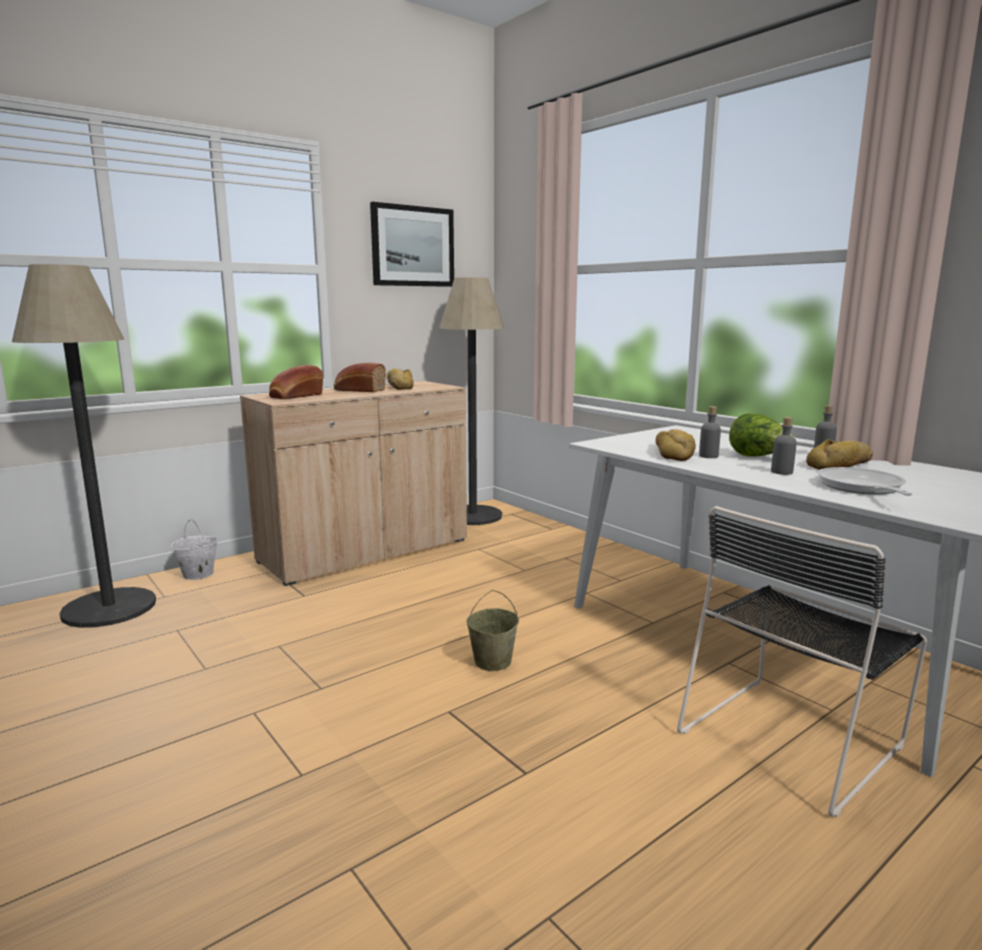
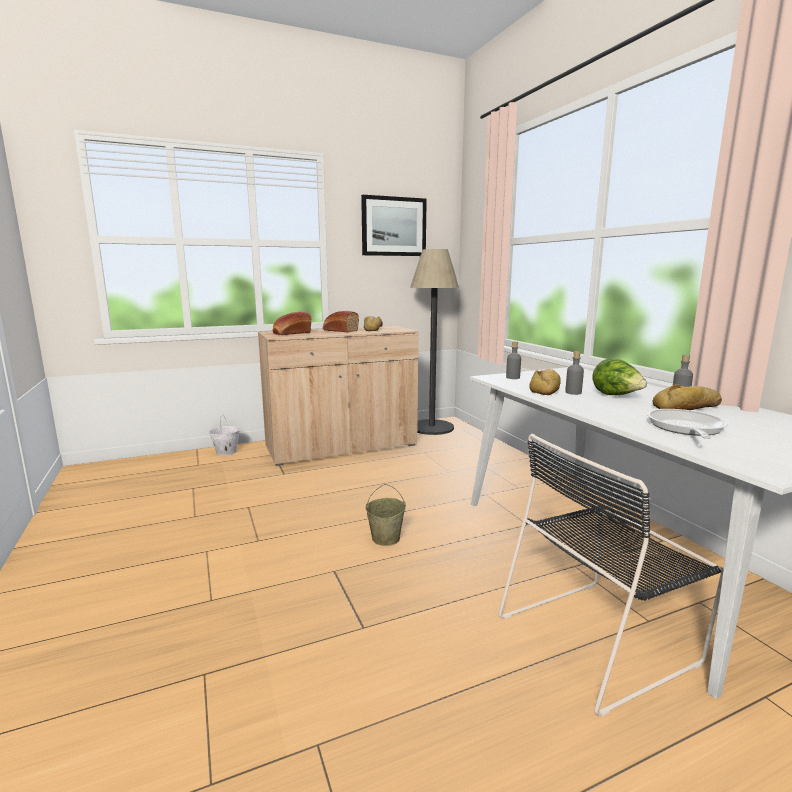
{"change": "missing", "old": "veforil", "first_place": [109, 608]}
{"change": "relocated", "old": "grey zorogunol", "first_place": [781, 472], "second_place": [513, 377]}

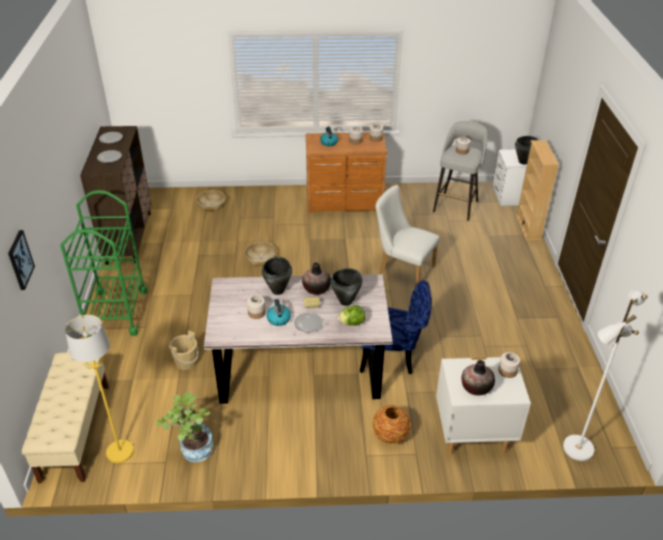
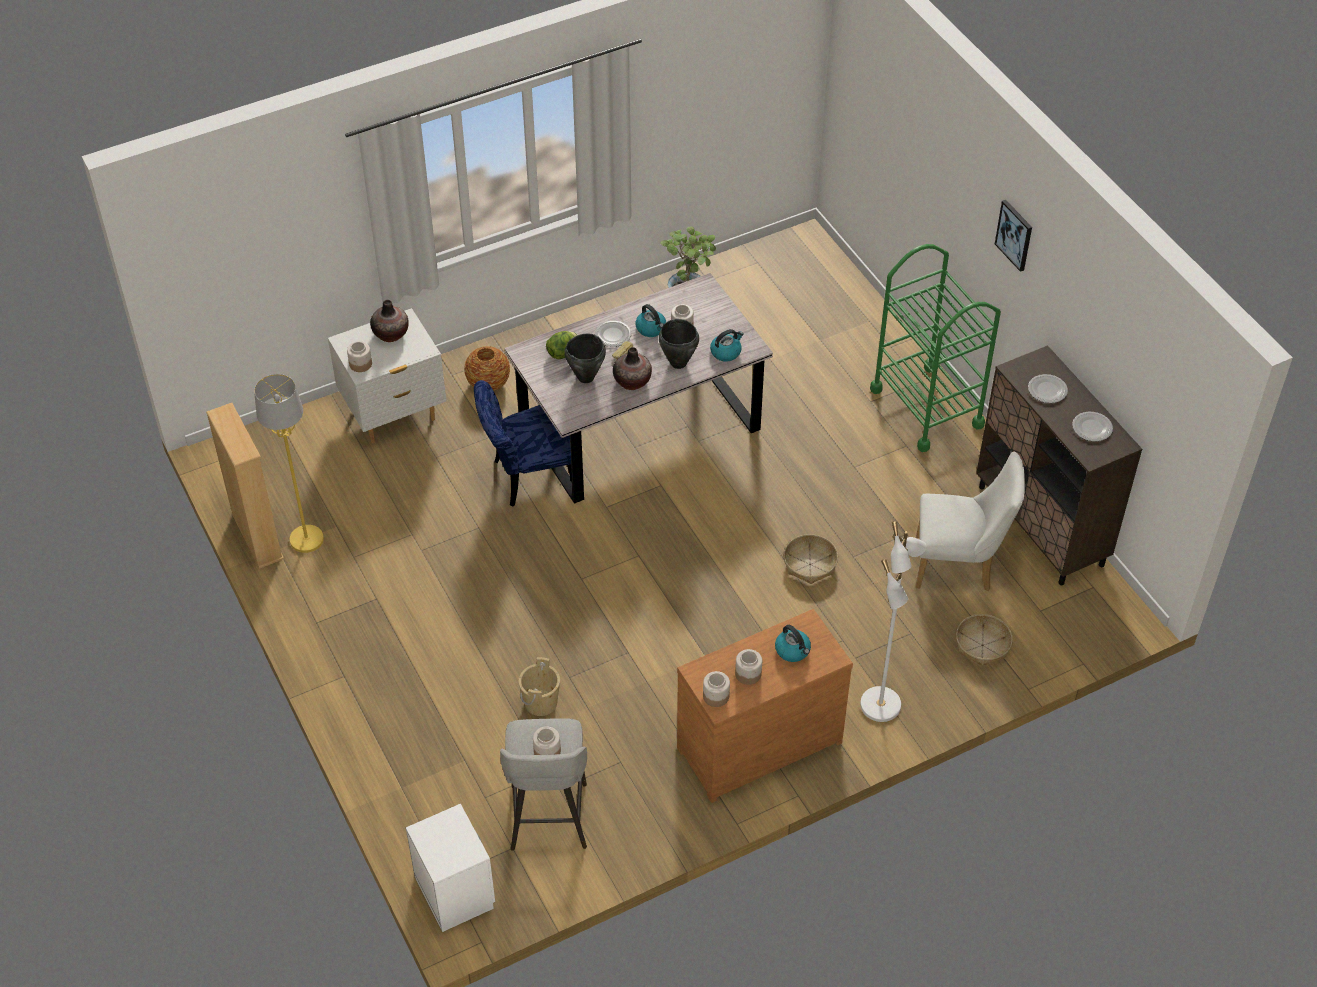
{"change": "missing", "old": "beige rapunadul", "first_place": [75, 431]}
{"change": "missing", "old": "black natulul", "first_place": [523, 162]}
{"change": "appeared", "new": "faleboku", "second_place": [726, 352]}
{"change": "relocated", "old": "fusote", "first_place": [20, 260], "second_place": [1015, 235]}
{"change": "relocated", "old": "yellow veforil", "first_place": [120, 452], "second_place": [306, 540]}
{"change": "relocated", "old": "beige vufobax", "first_place": [186, 362], "second_place": [541, 702]}
{"change": "relocated", "old": "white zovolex", "first_place": [402, 269], "second_place": [960, 565]}
{"change": "relocated", "old": "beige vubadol", "first_place": [528, 227], "second_place": [257, 537]}
{"change": "relocated", "old": "white veforil", "first_place": [577, 447], "second_place": [881, 705]}

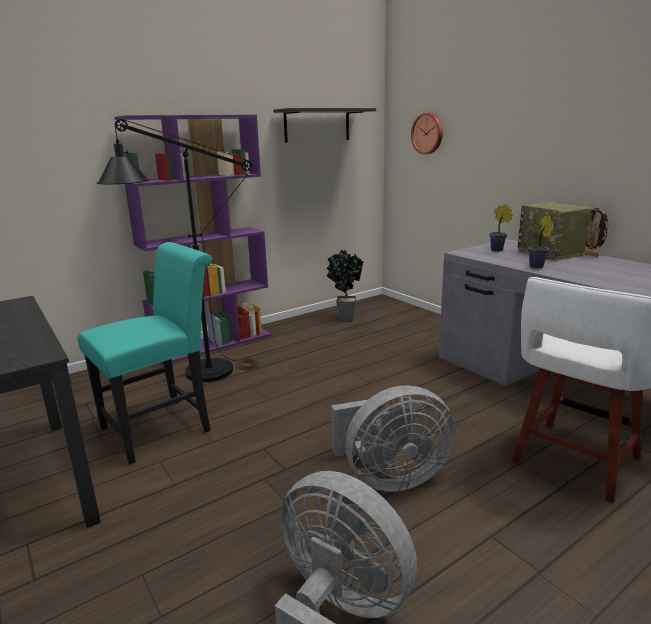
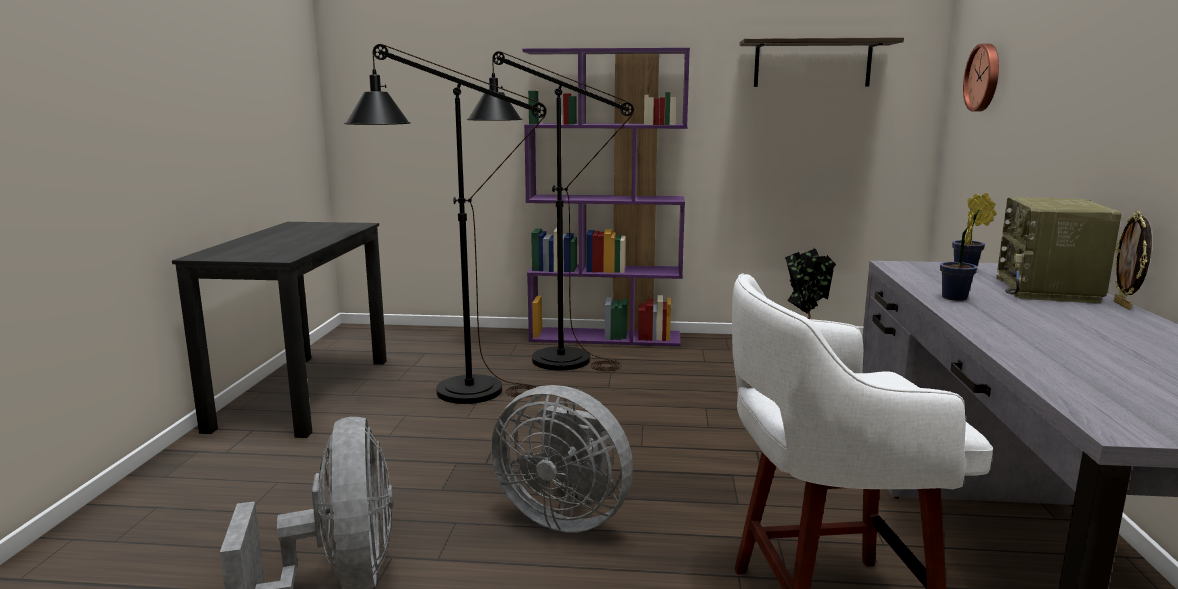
{"change": "exchanged", "old": "turquoise zovolex", "new": "black veforil", "first_place": [163, 426], "second_place": [450, 391]}

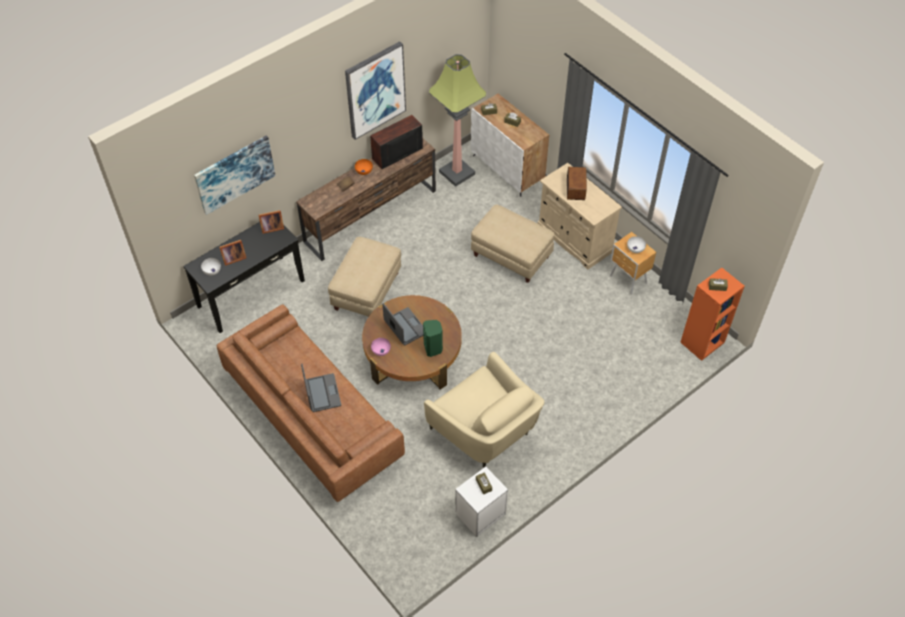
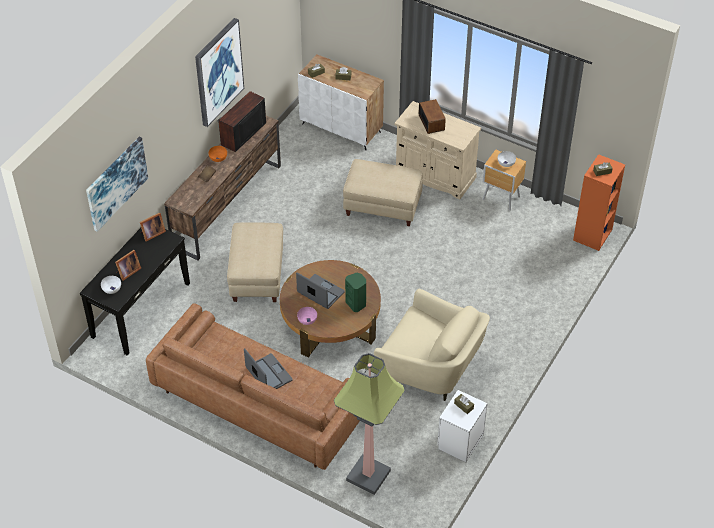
{"change": "relocated", "old": "veforil", "first_place": [456, 173], "second_place": [367, 475]}

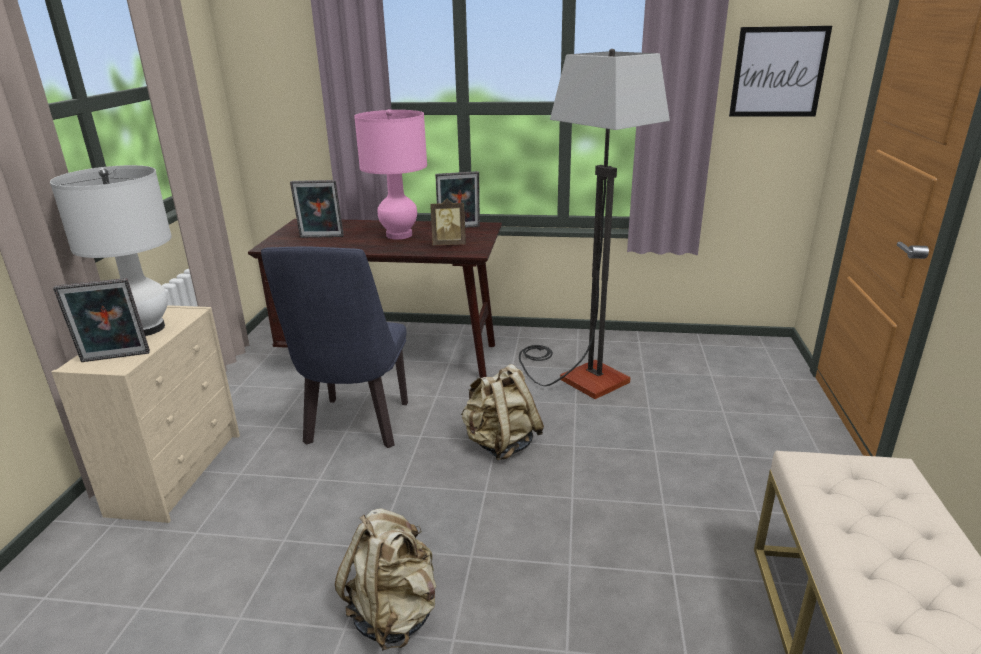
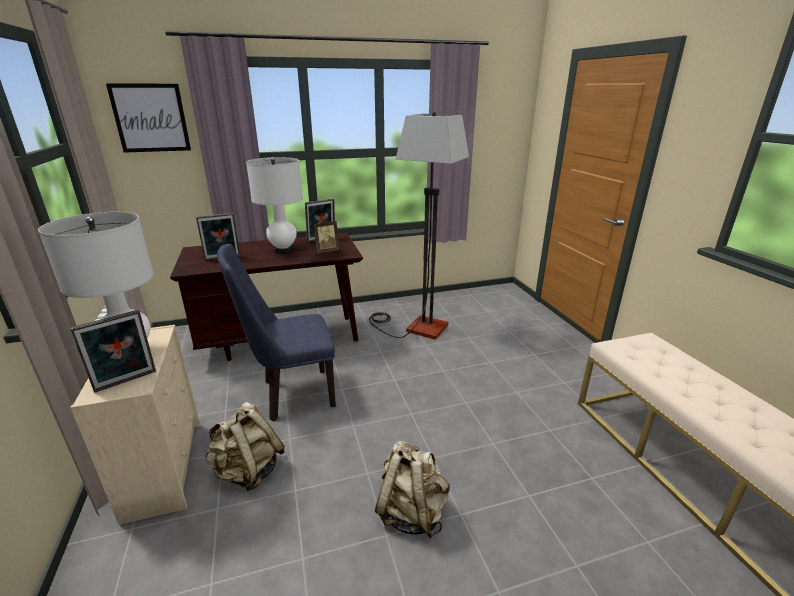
{"change": "relocated", "old": "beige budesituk", "first_place": [501, 444], "second_place": [248, 471]}
{"change": "relocated", "old": "fusote", "first_place": [778, 72], "second_place": [150, 118]}
{"change": "colour", "old": "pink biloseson", "new": "white biloseson", "first_place": [399, 235], "second_place": [283, 249]}
{"change": "spun", "old": "blue zovolex", "first_place": [356, 428], "second_place": [291, 395], "degrees": 90}

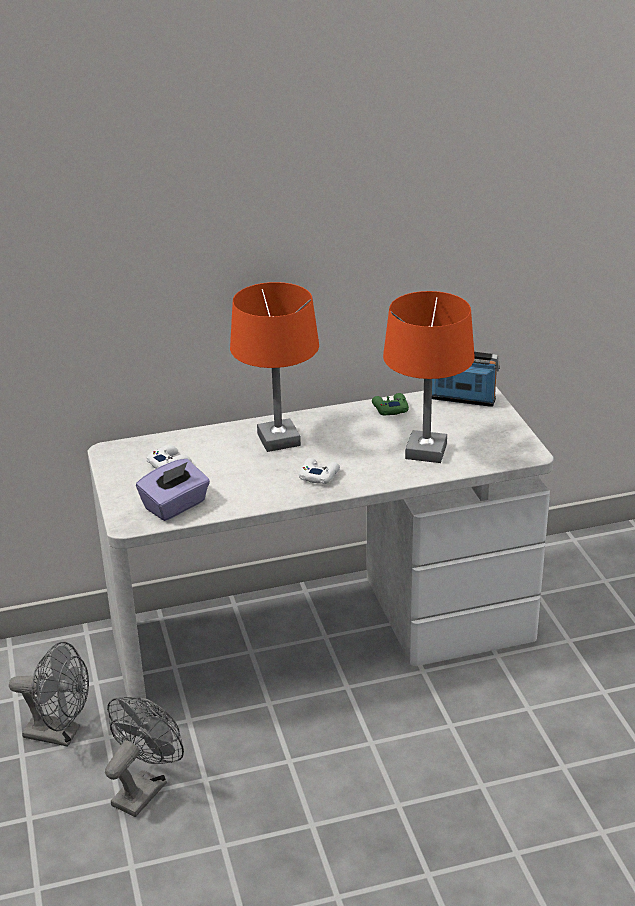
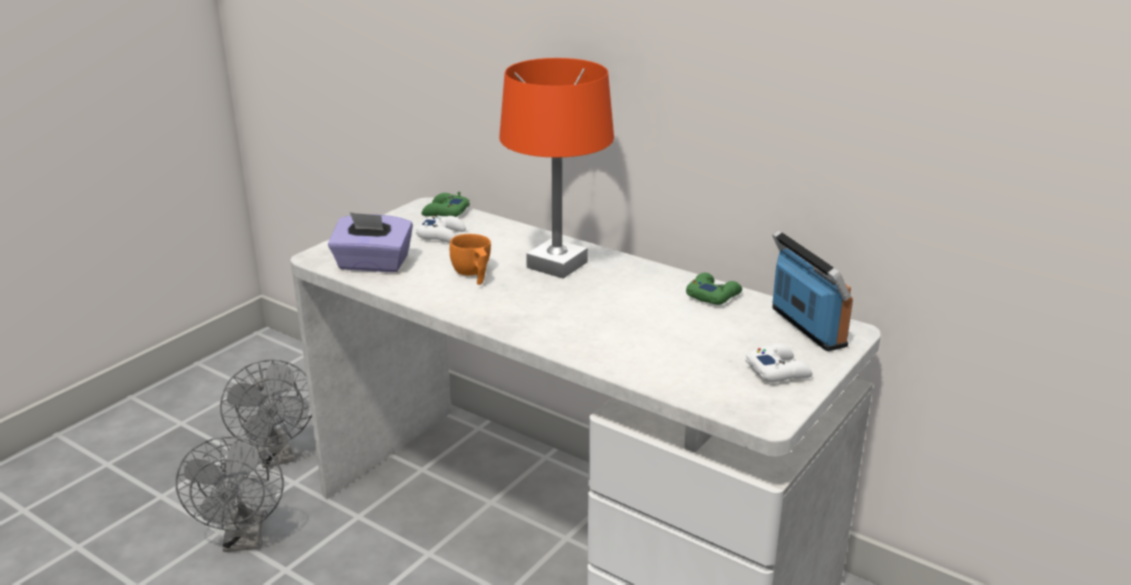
{"change": "missing", "old": "orange biloseson", "first_place": [426, 452]}
{"change": "appeared", "new": "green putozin", "second_place": [445, 212]}
{"change": "appeared", "new": "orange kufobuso", "second_place": [473, 275]}
{"change": "relocated", "old": "white putozin", "first_place": [318, 475], "second_place": [778, 371]}
{"change": "spun", "old": "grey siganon", "first_place": [144, 788], "second_place": [244, 539], "degrees": 90}

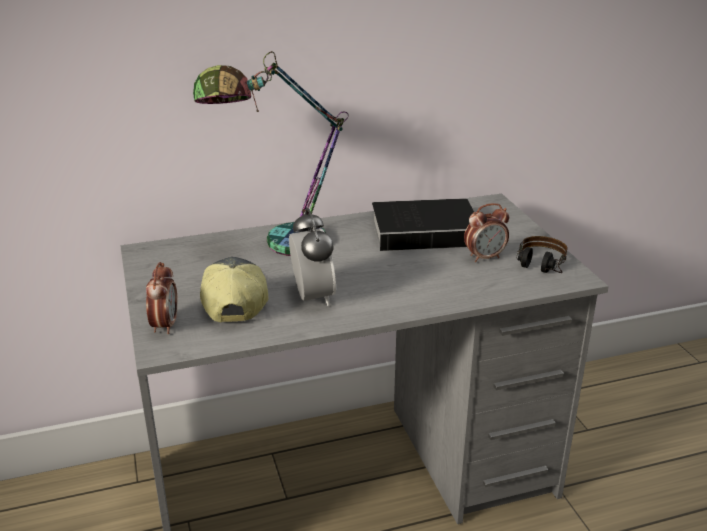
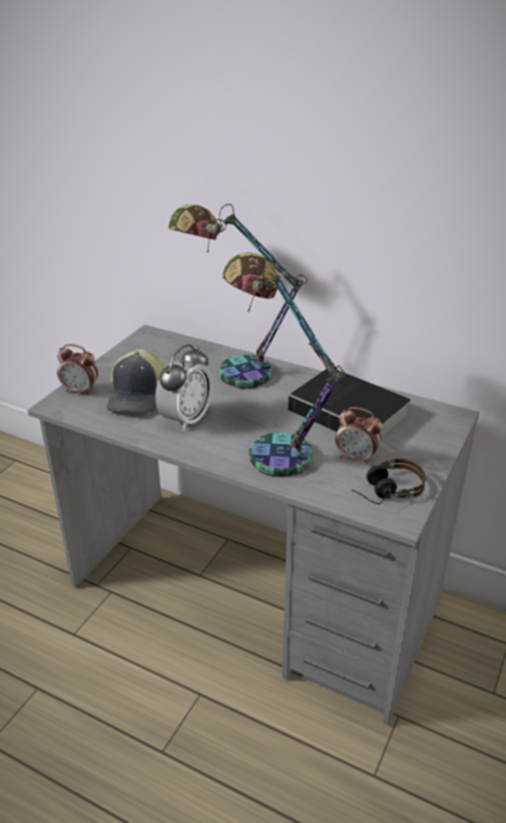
{"change": "appeared", "new": "biloseson", "second_place": [273, 446]}
{"change": "spun", "old": "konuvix", "first_place": [165, 325], "second_place": [80, 391], "degrees": 60}
{"change": "spun", "old": "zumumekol", "first_place": [233, 301], "second_place": [138, 396], "degrees": 150}

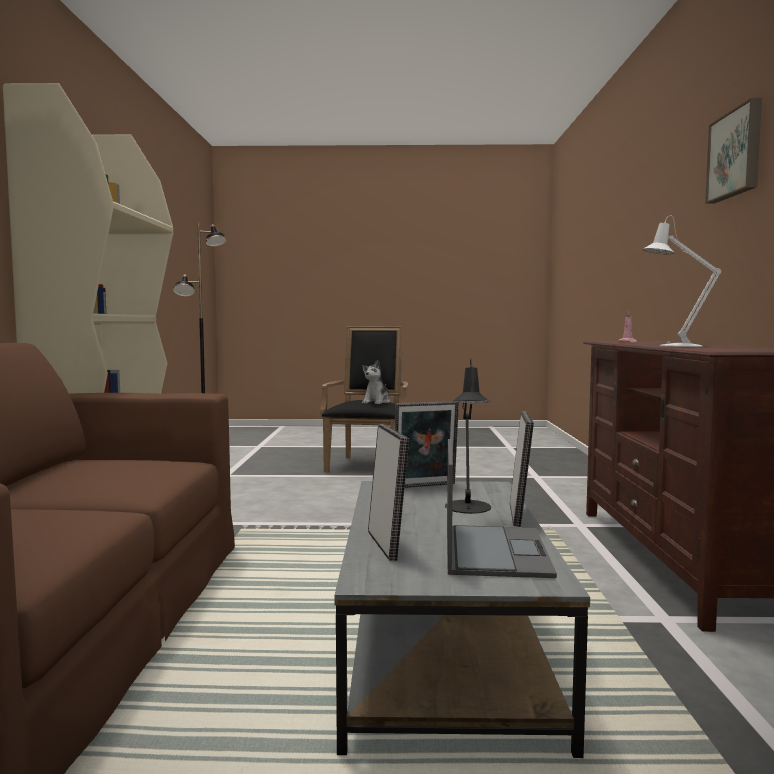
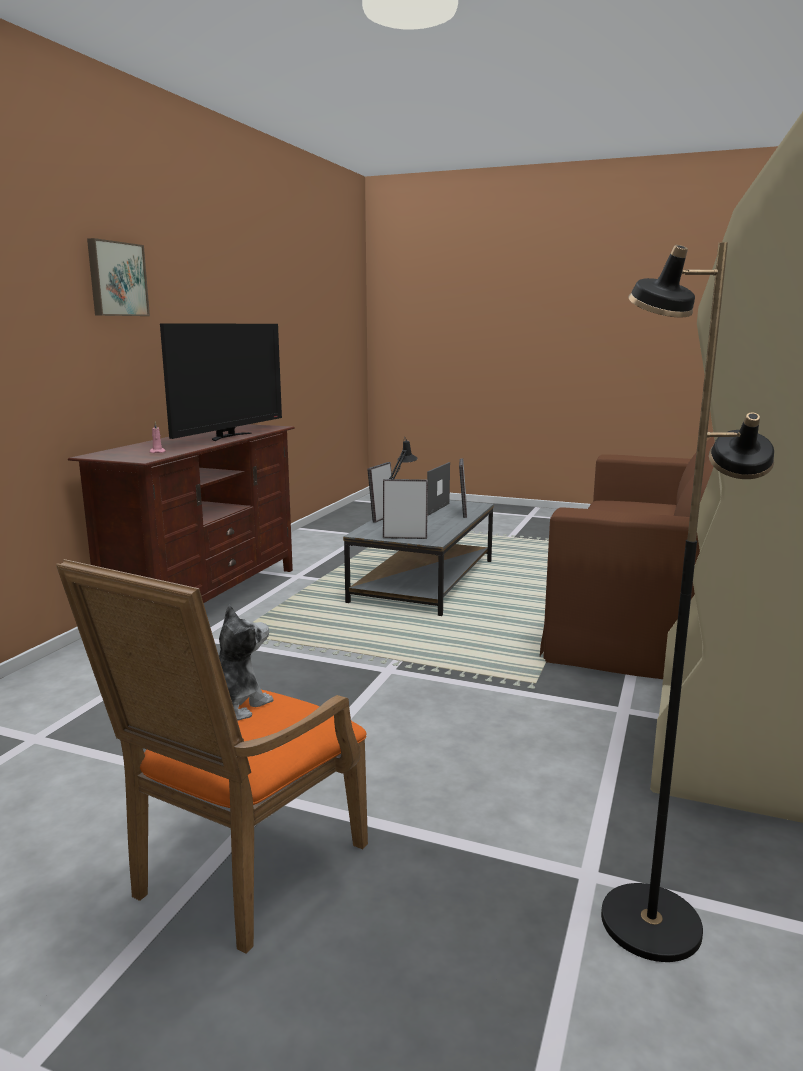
{"change": "exchanged", "old": "white biloseson", "new": "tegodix", "first_place": [674, 346], "second_place": [228, 436]}
{"change": "colour", "old": "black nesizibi", "new": "orange nesizibi", "first_place": [367, 464], "second_place": [238, 875]}

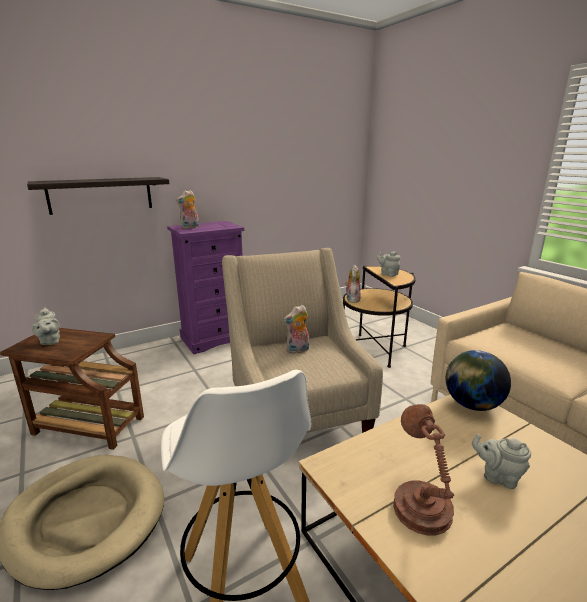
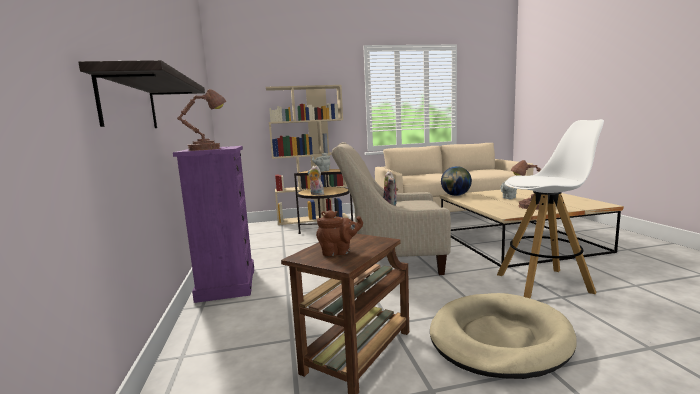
{"change": "appeared", "new": "beige vubadol", "second_place": [313, 219]}
{"change": "exchanged", "old": "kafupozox", "new": "brown biloseson", "first_place": [190, 227], "second_place": [207, 149]}
{"change": "colour", "old": "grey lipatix", "new": "brown lipatix", "first_place": [50, 341], "second_place": [338, 252]}

